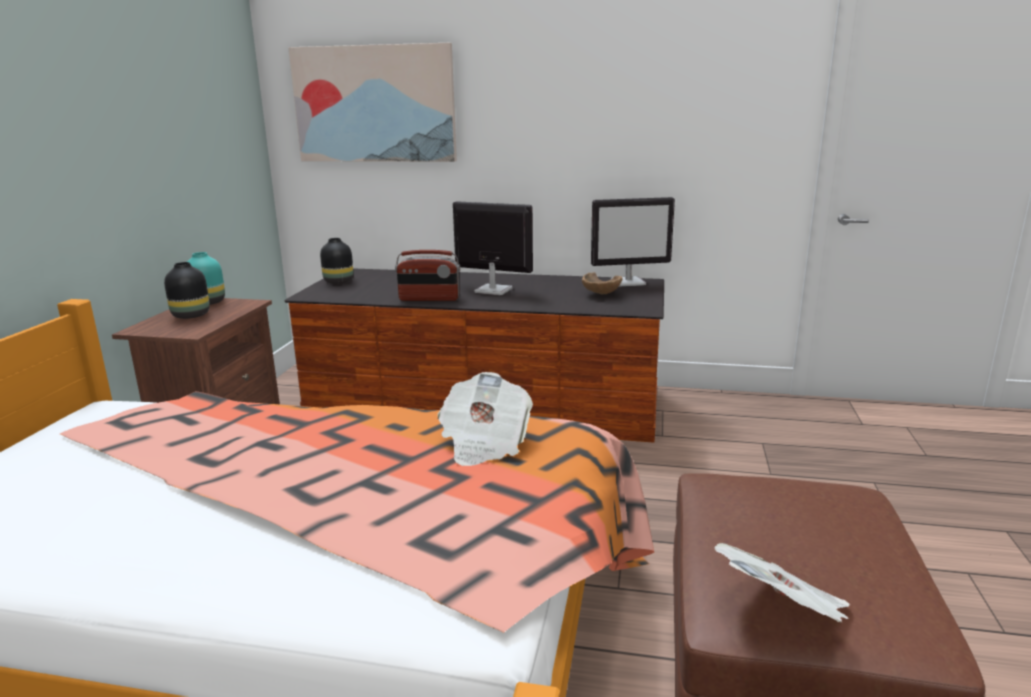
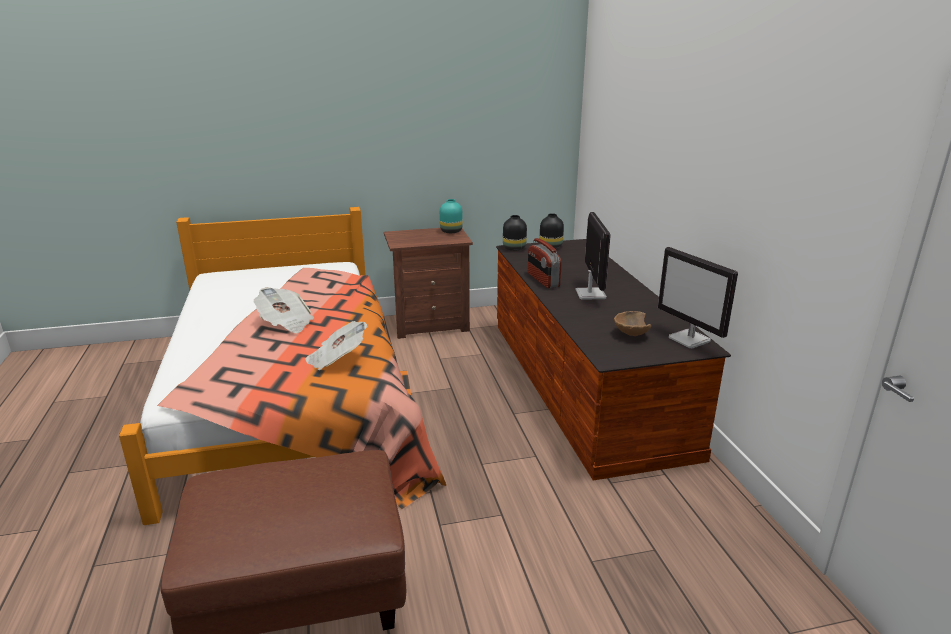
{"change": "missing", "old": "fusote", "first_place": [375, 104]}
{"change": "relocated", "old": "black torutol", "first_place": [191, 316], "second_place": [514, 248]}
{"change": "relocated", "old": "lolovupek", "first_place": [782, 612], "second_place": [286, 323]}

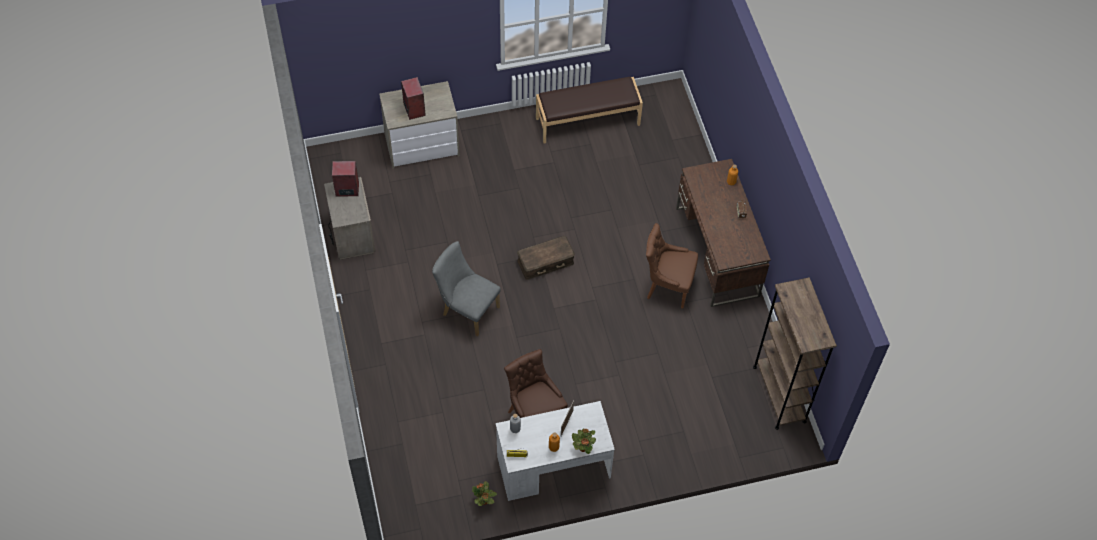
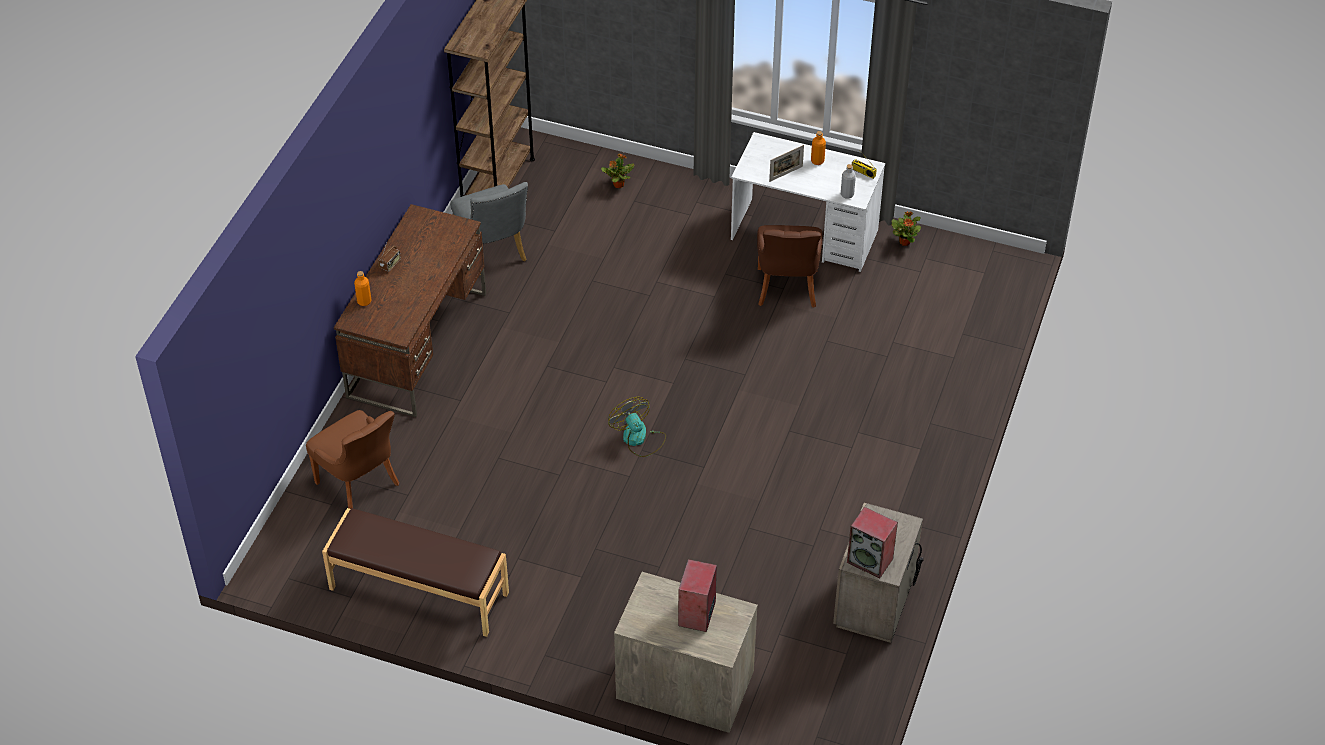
{"change": "relocated", "old": "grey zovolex", "first_place": [467, 309], "second_place": [494, 253]}
{"change": "relocated", "old": "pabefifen", "first_place": [583, 447], "second_place": [618, 185]}
{"change": "relocated", "old": "brown zovolex", "first_place": [667, 286], "second_place": [360, 485]}
{"change": "exchanged", "old": "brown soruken", "new": "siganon", "first_place": [545, 261], "second_place": [638, 439]}

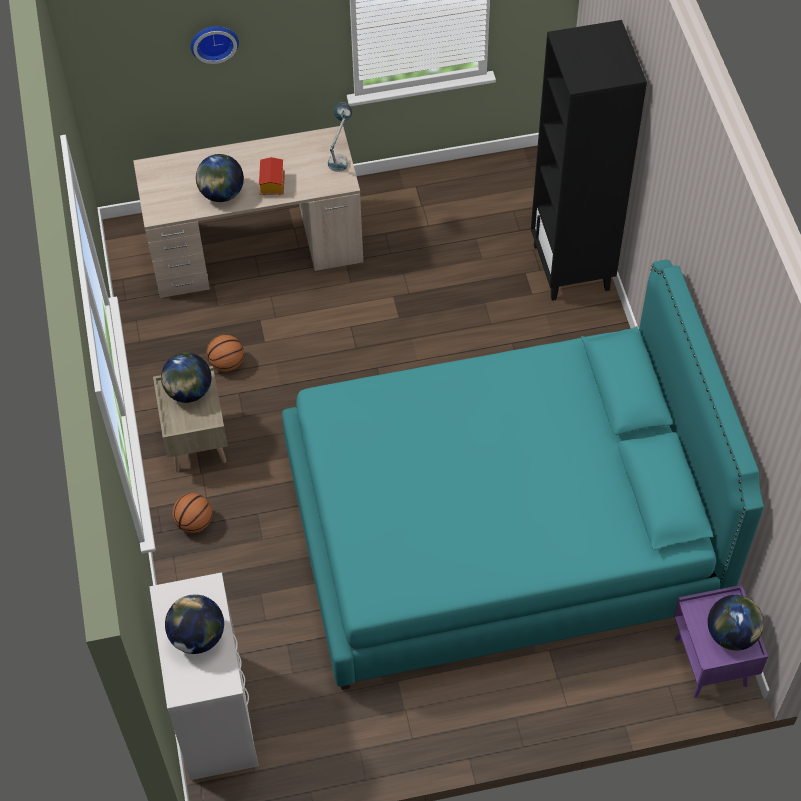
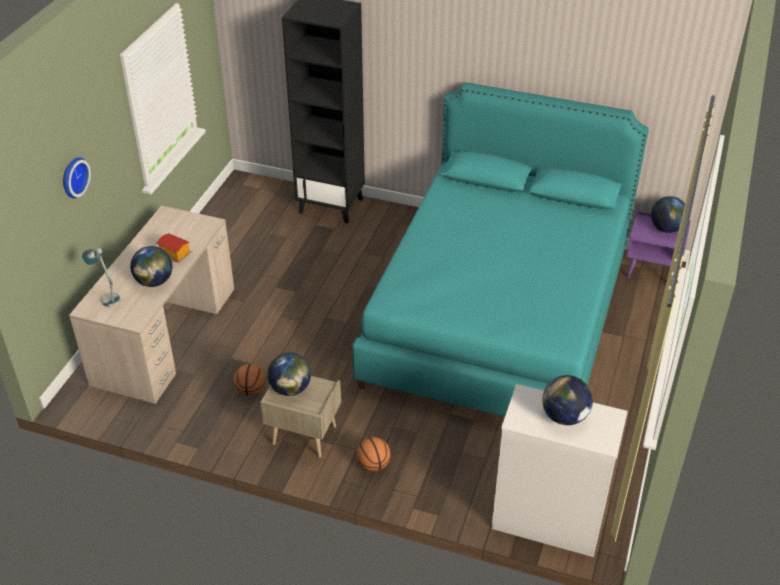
{"change": "relocated", "old": "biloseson", "first_place": [340, 157], "second_place": [106, 296]}

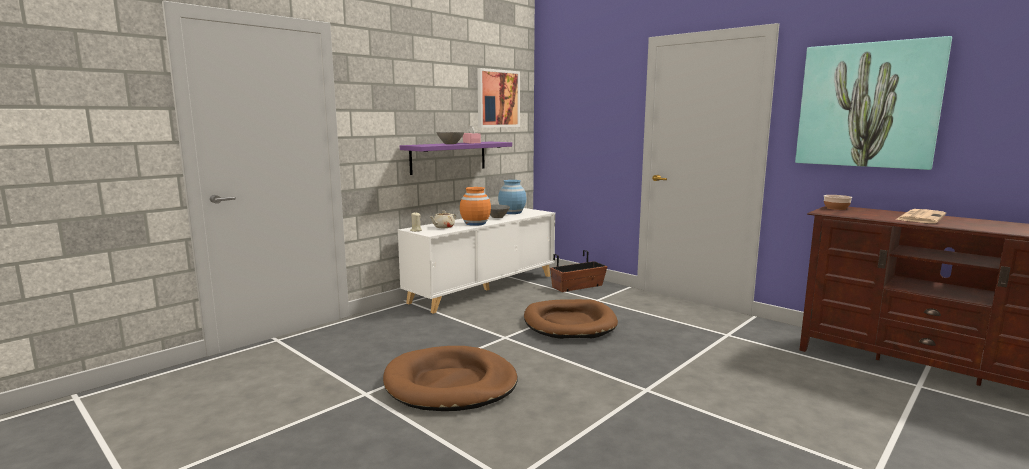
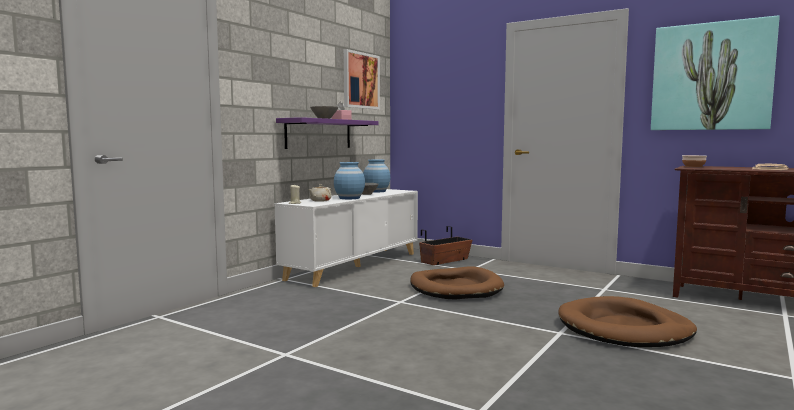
{"change": "relocated", "old": "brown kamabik", "first_place": [450, 384], "second_place": [624, 328]}
{"change": "colour", "old": "orange torutol", "new": "blue torutol", "first_place": [475, 223], "second_place": [349, 198]}

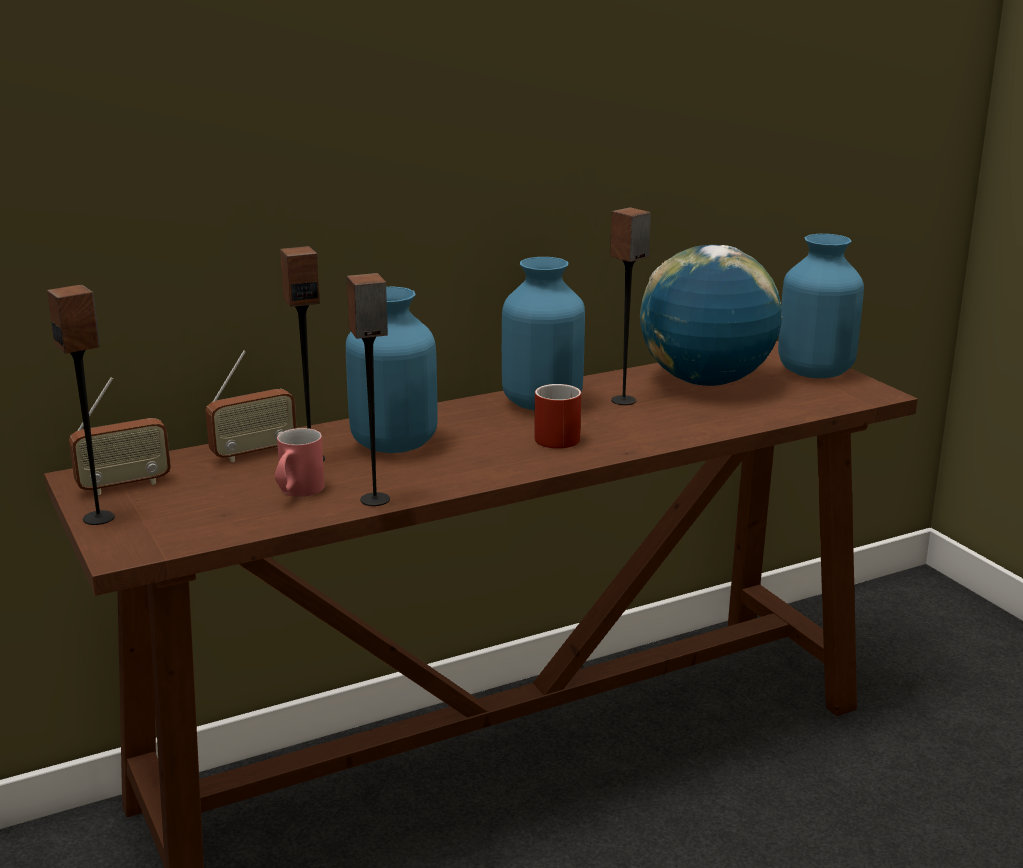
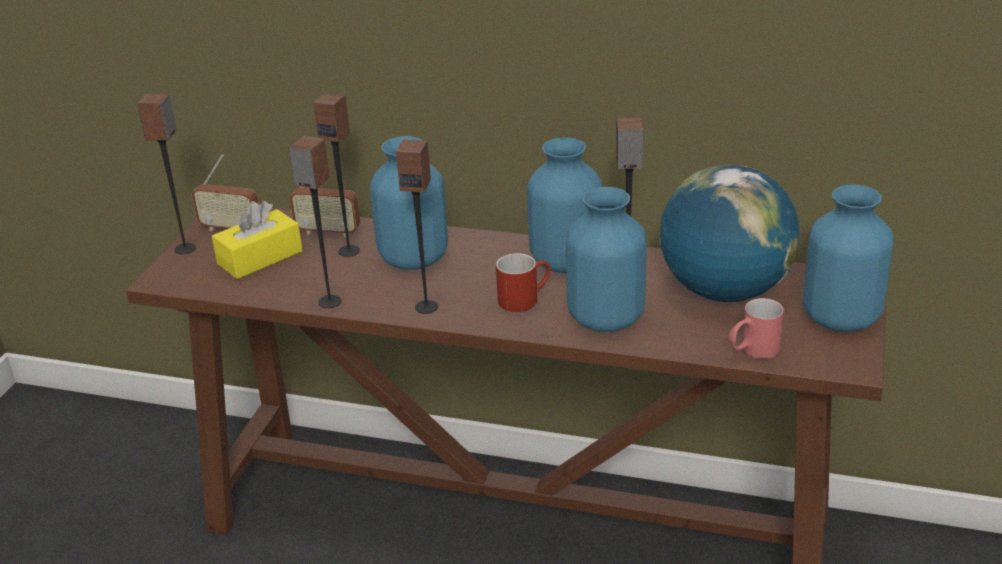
{"change": "appeared", "new": "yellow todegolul", "second_place": [260, 257]}
{"change": "appeared", "new": "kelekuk", "second_place": [426, 307]}
{"change": "appeared", "new": "blue torutol", "second_place": [605, 318]}
{"change": "relocated", "old": "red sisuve", "first_place": [297, 492], "second_place": [752, 351]}

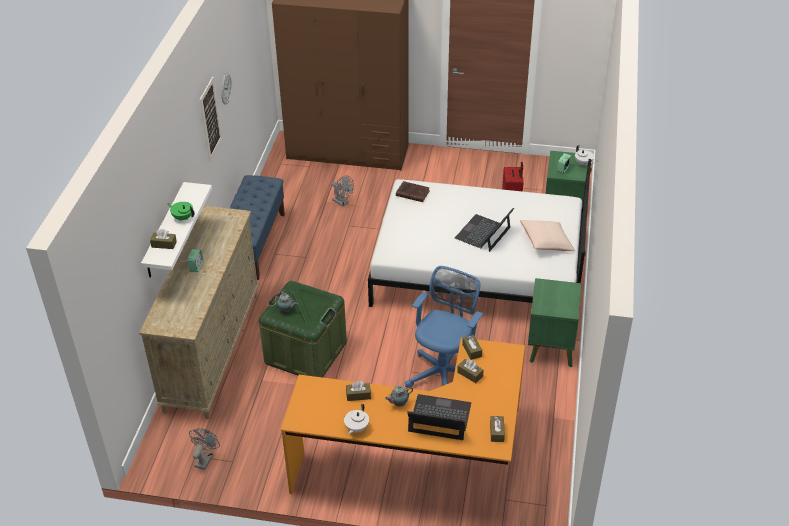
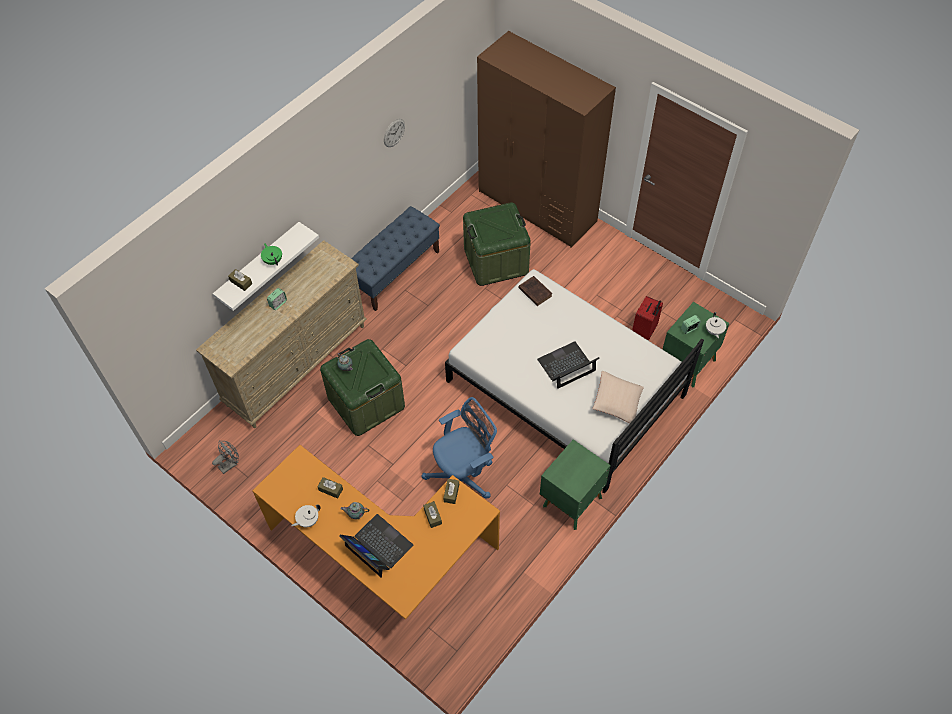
{"change": "missing", "old": "fusote", "first_place": [210, 119]}
{"change": "missing", "old": "brown todegolul", "first_place": [497, 432]}
{"change": "exchanged", "old": "grey siganon", "new": "green soruken", "first_place": [342, 202], "second_place": [496, 261]}

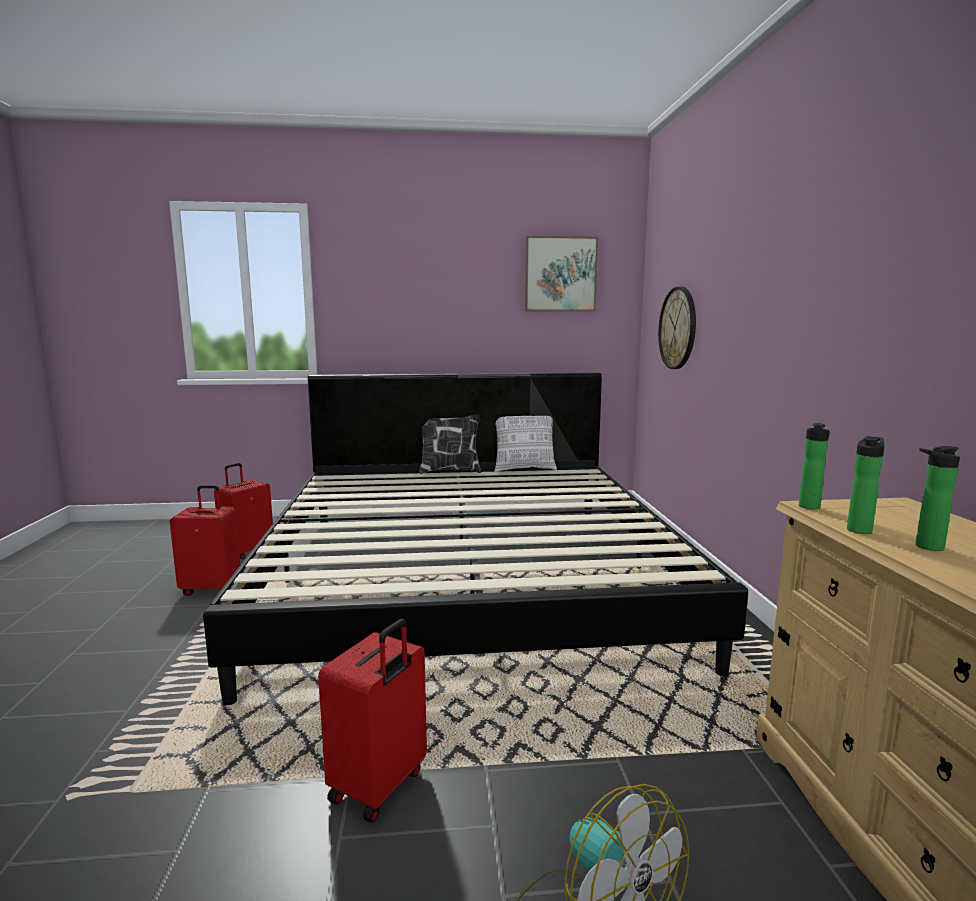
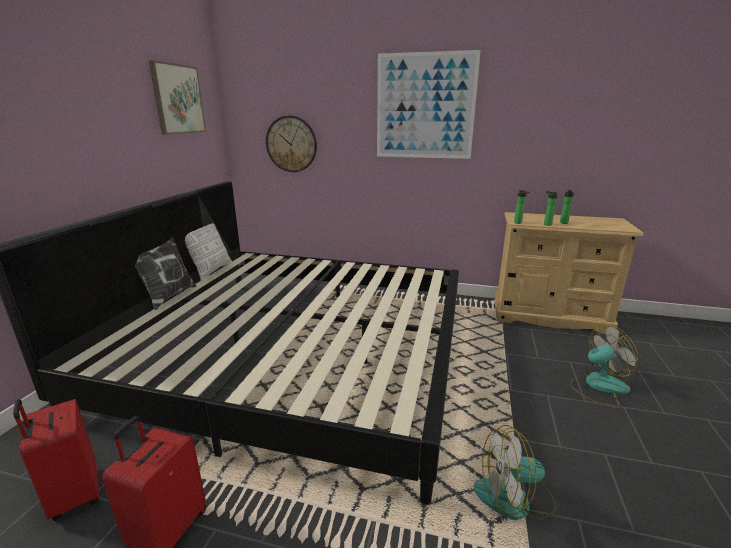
{"change": "missing", "old": "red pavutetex", "first_place": [379, 786]}
{"change": "appeared", "new": "fusote", "second_place": [425, 107]}
{"change": "appeared", "new": "siganon", "second_place": [514, 498]}

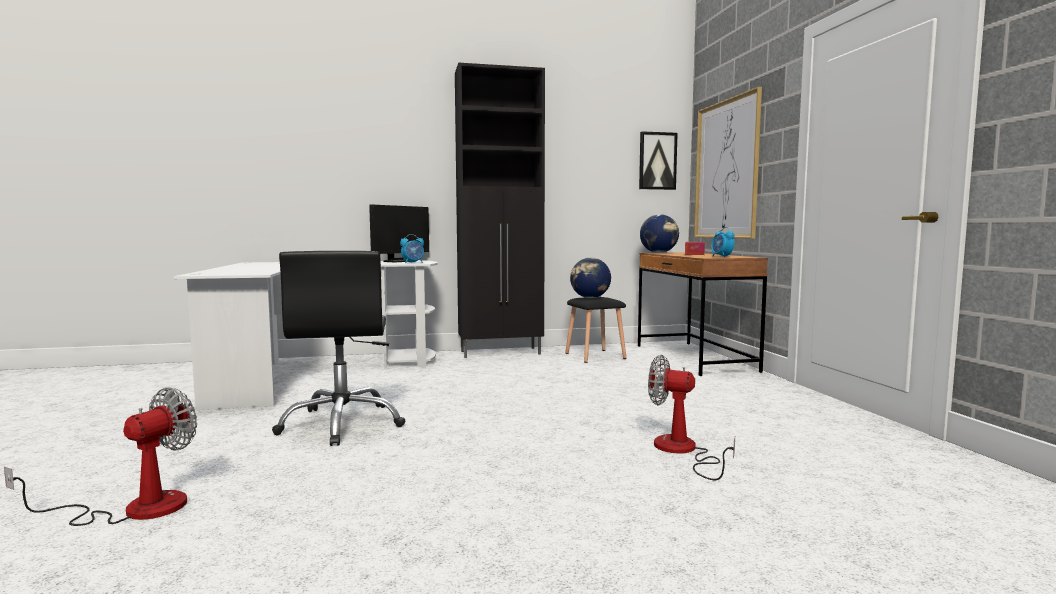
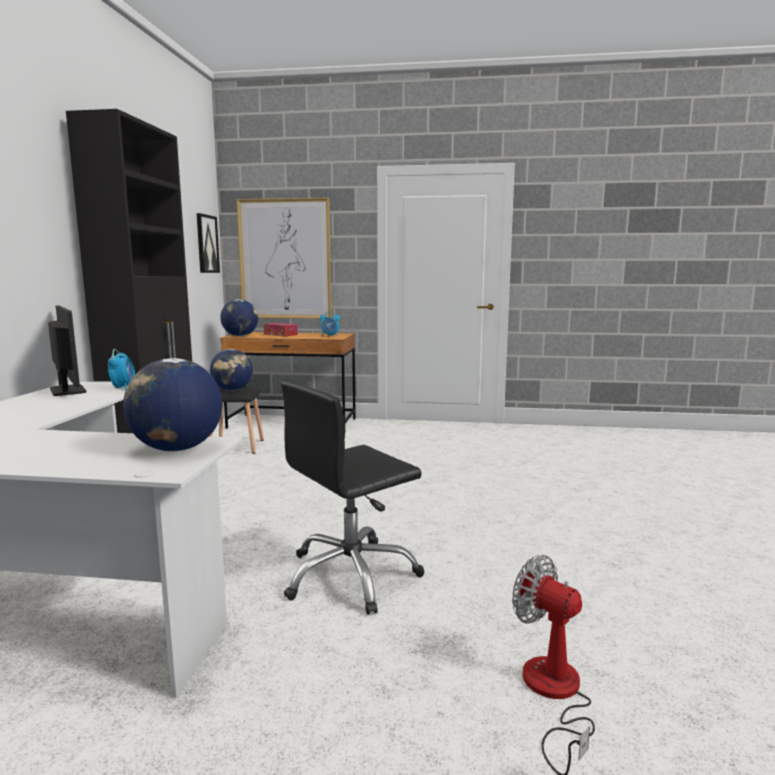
{"change": "missing", "old": "siganon", "first_place": [682, 451]}
{"change": "appeared", "new": "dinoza", "second_place": [176, 449]}
{"change": "spun", "old": "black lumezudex", "first_place": [342, 424], "second_place": [351, 576], "degrees": 135}

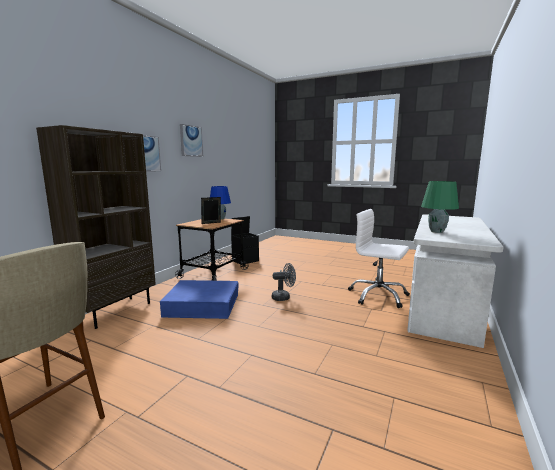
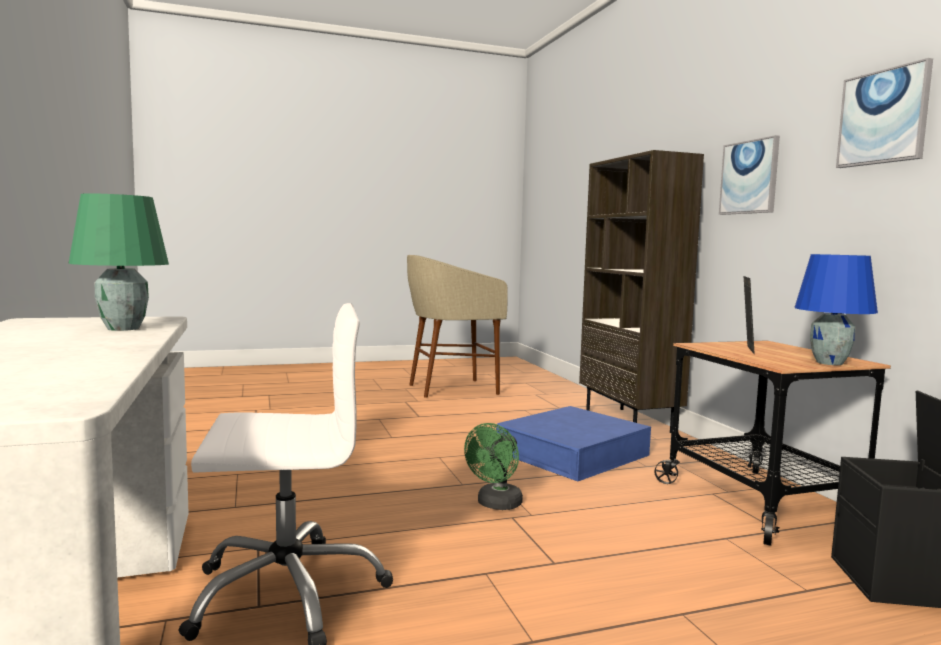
{"change": "colour", "old": "grey siganon", "new": "green siganon", "first_place": [283, 297], "second_place": [496, 505]}

